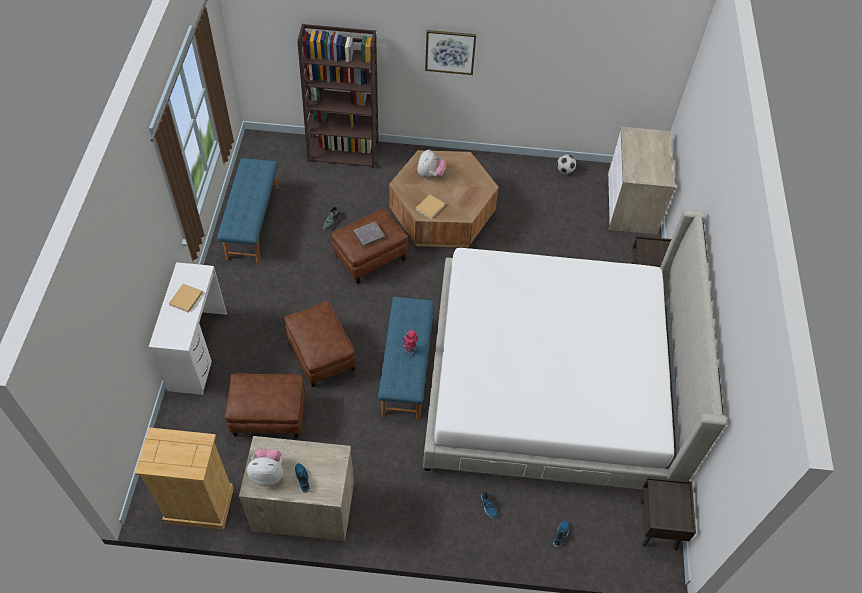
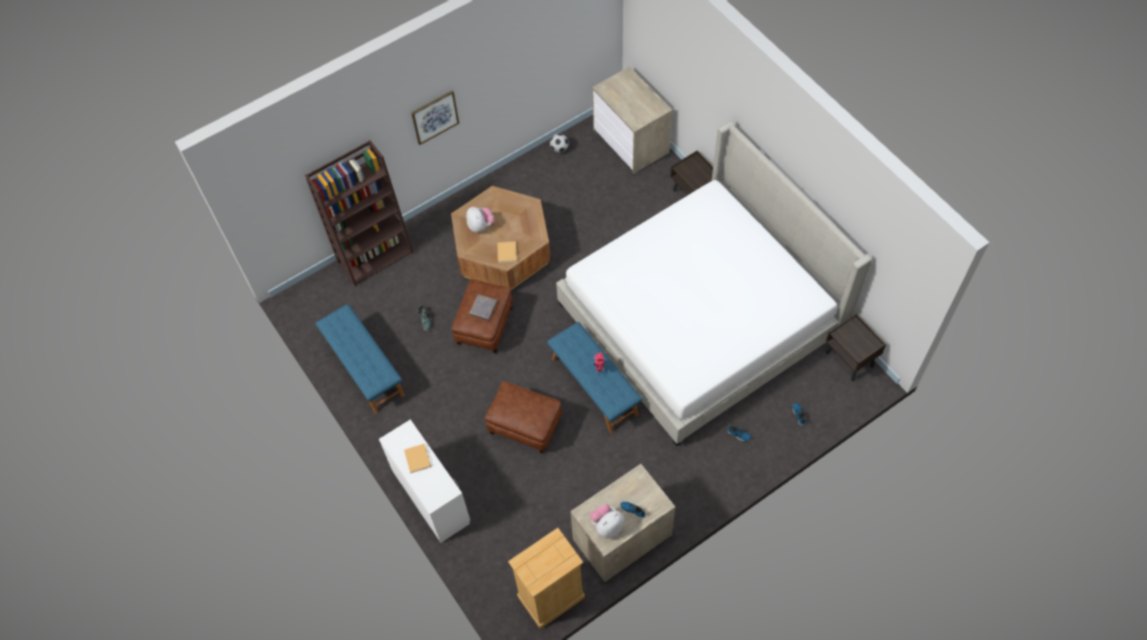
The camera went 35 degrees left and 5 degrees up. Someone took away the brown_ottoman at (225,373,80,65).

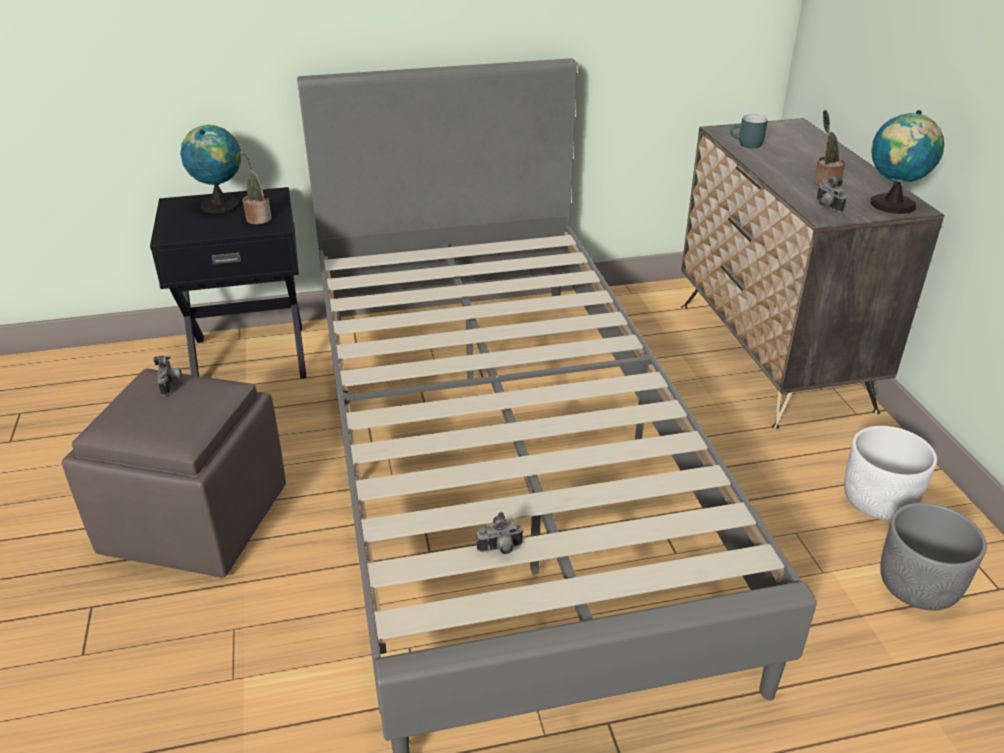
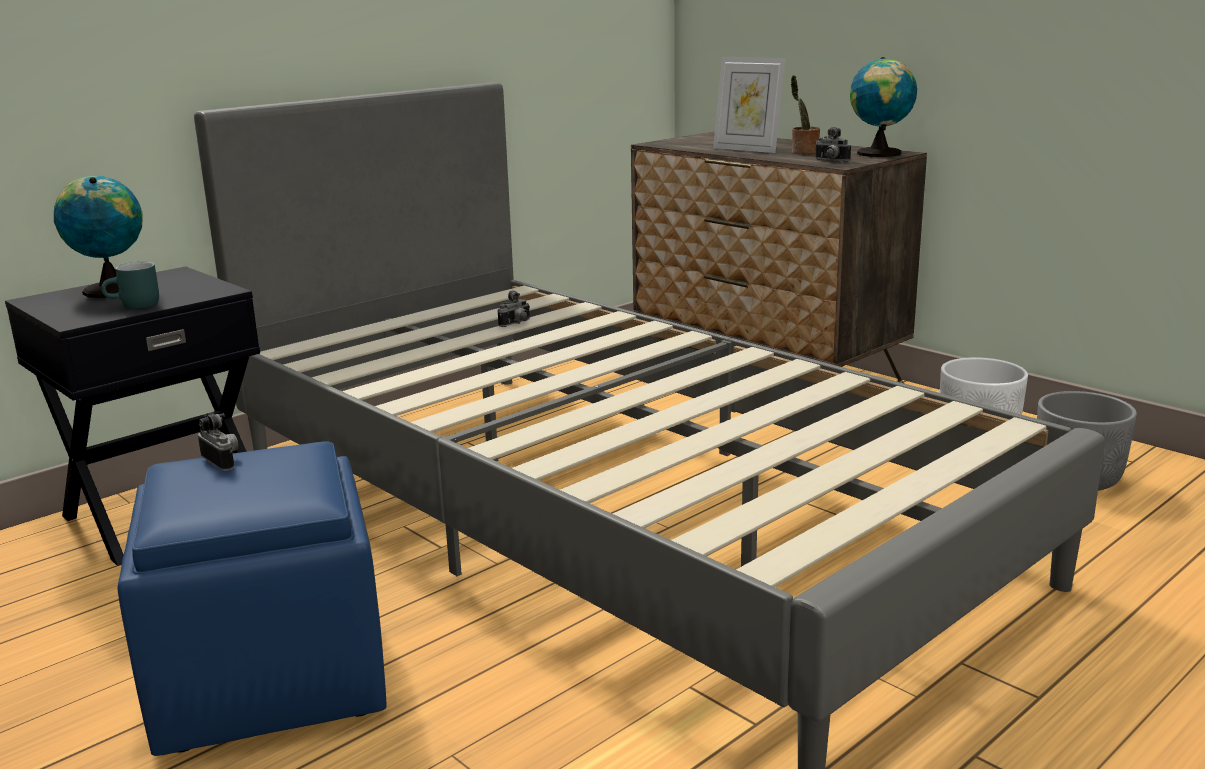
The camera went 30 degrees left and 15 degrees down. Someone carried the turquoise_mug from (730,114,38,34) to (101,262,58,47). Someone repainted the brown_ottoman at (62,368,224,209), which became the blue_ottoman at (118,441,269,315). Someone carried the photo_camera from (476,512,48,42) to (498,290,32,37). Someone put down the picture_frame at (713,57,73,96). Someone took away the potted_plant at (240,148,32,76).

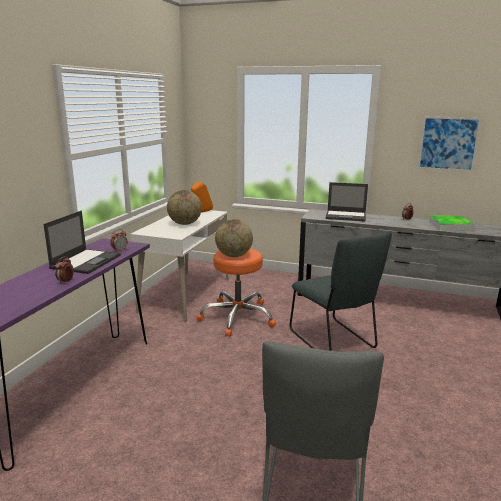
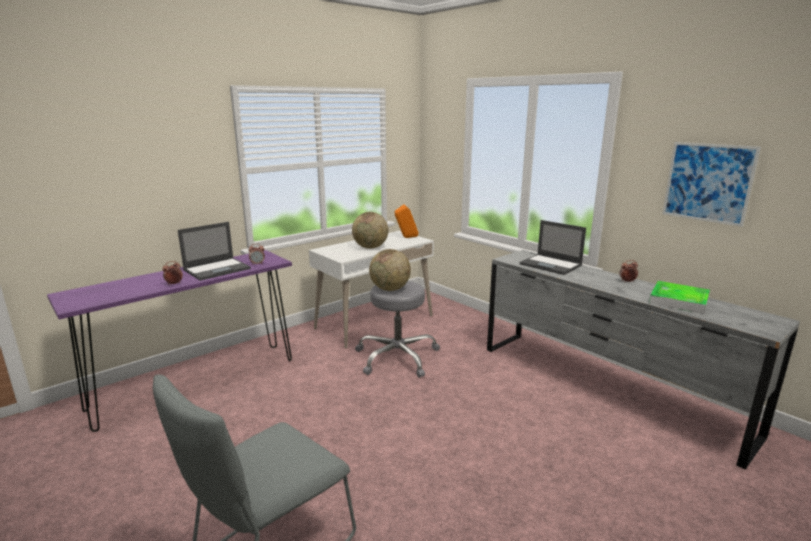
The camera went 30 degrees right and 0 degrees up. Someone repainted the orange_stool at (196,248,80,89), which became the grey_stool at (355,281,85,97). Someone took away the grey_chair at (290,232,102,119).

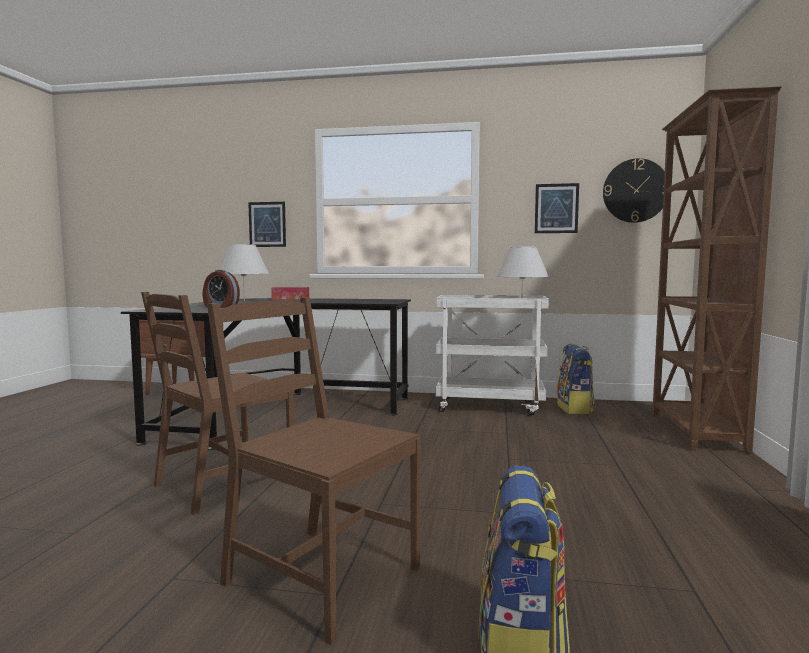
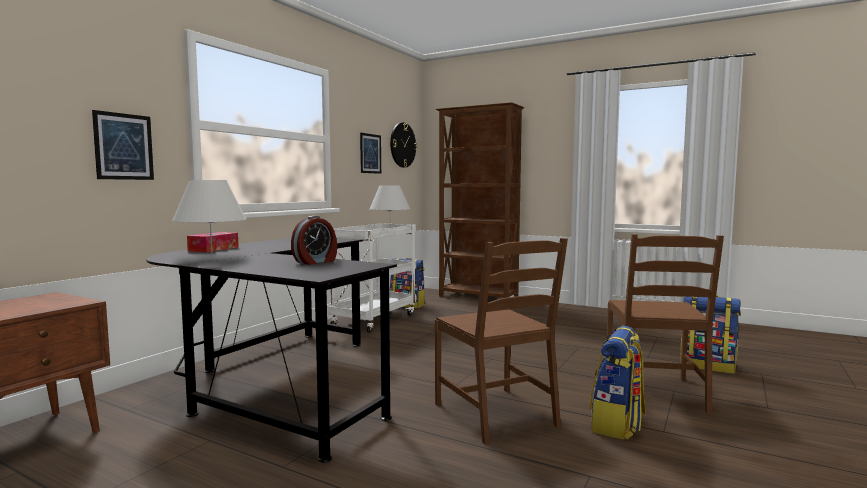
The camera went 70 degrees left and 0 degrees up. Someone put down the backpack at (590,326,56,114). Someone rotated the brown_chair at (207,297,214,348) by 45 degrees counterclockwise.

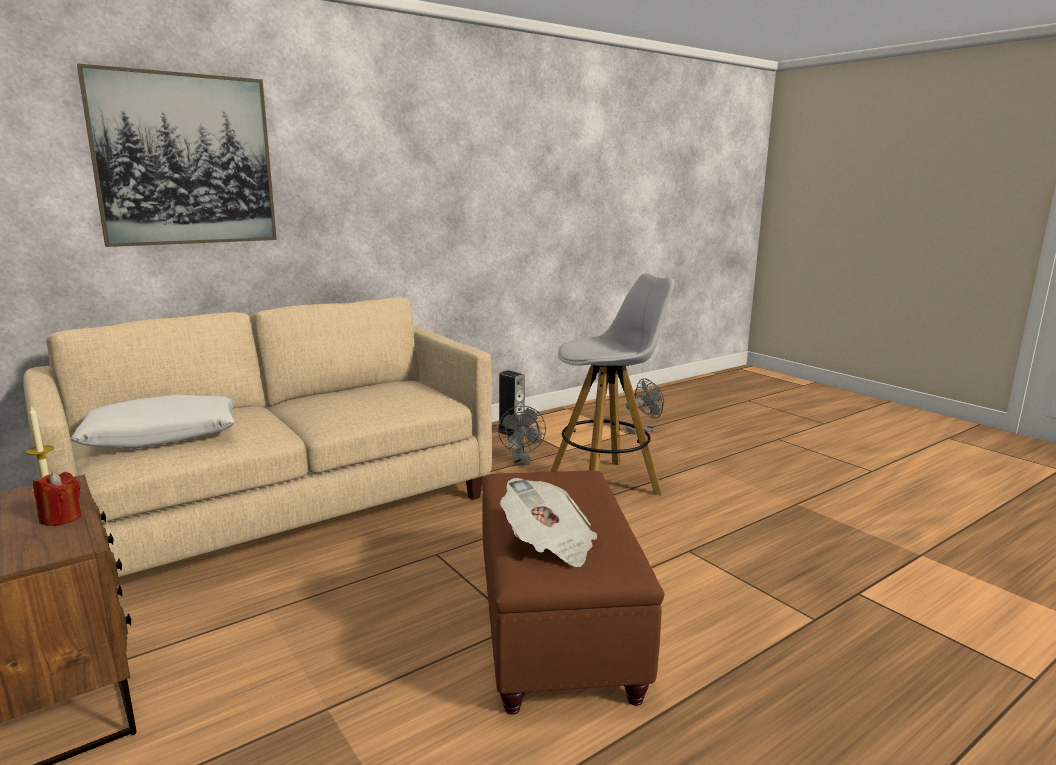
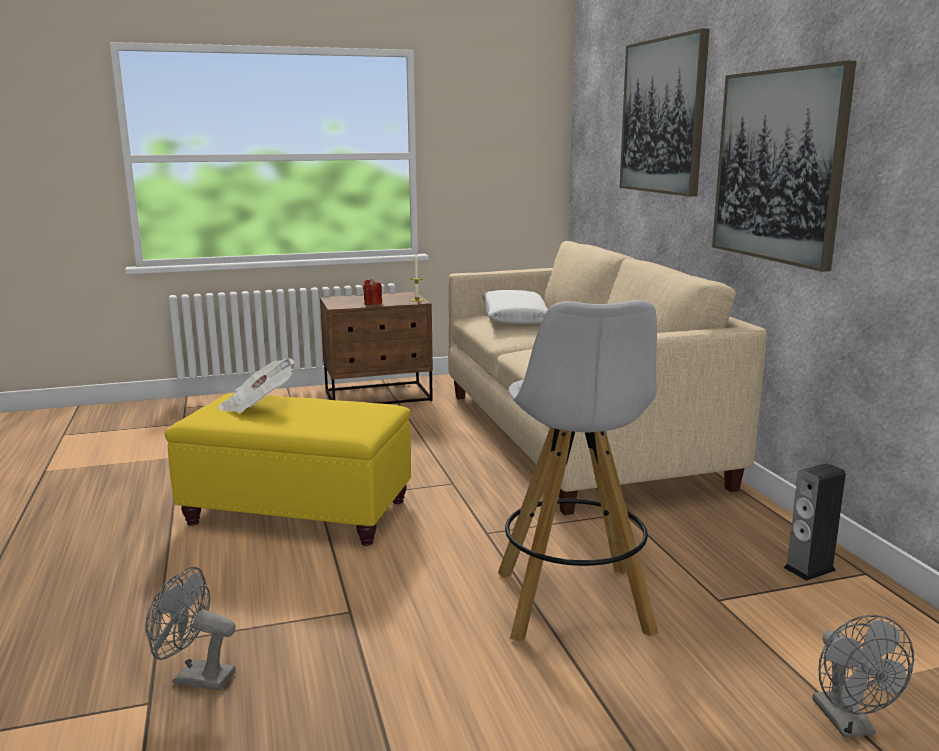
The camera went 110 degrees right and 0 degrees up. Someone carried the grey_fan from (498,406,48,59) to (145,567,91,124). Someone repainted the brown_ottoman at (482,470,182,245), which became the yellow_ottoman at (164,393,247,153). Someone put up the picture at (712,61,144,211).

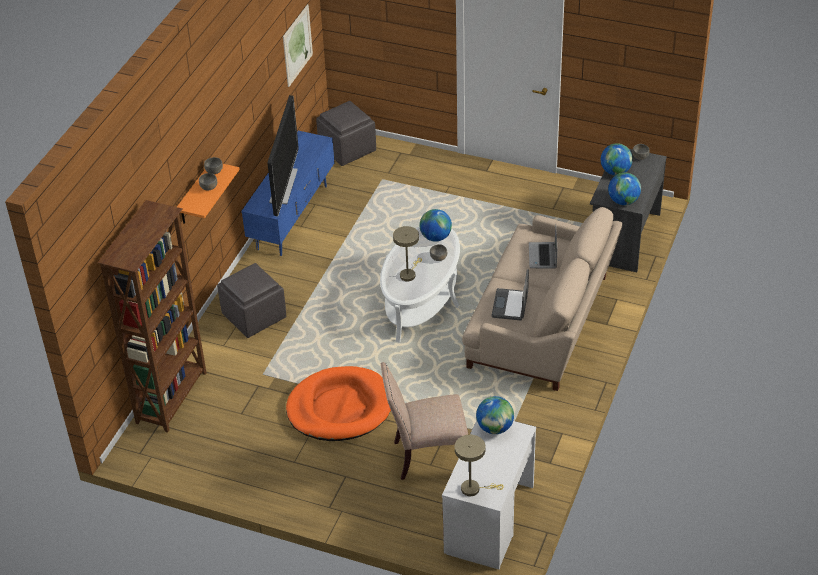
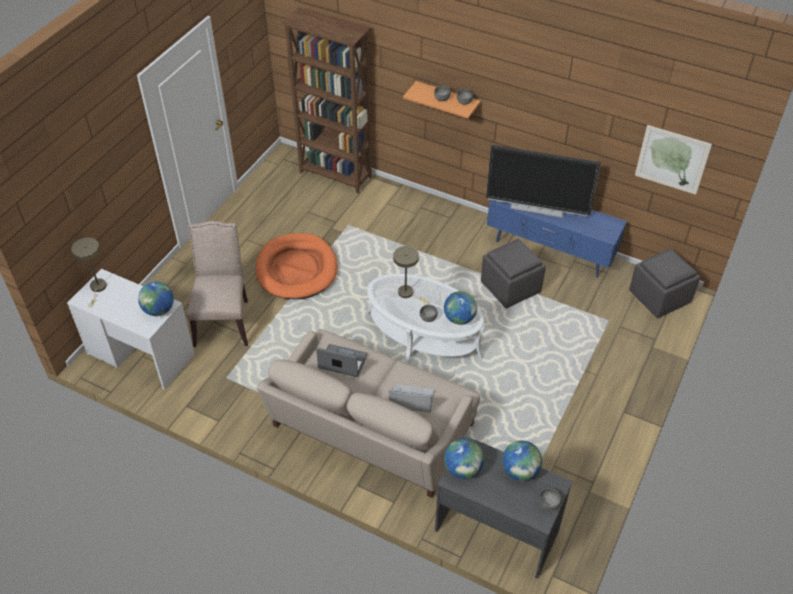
The camera went 95 degrees right and 5 degrees up. Someone carried the grey_ottoman from (217,263,69,75) to (481,239,65,70).

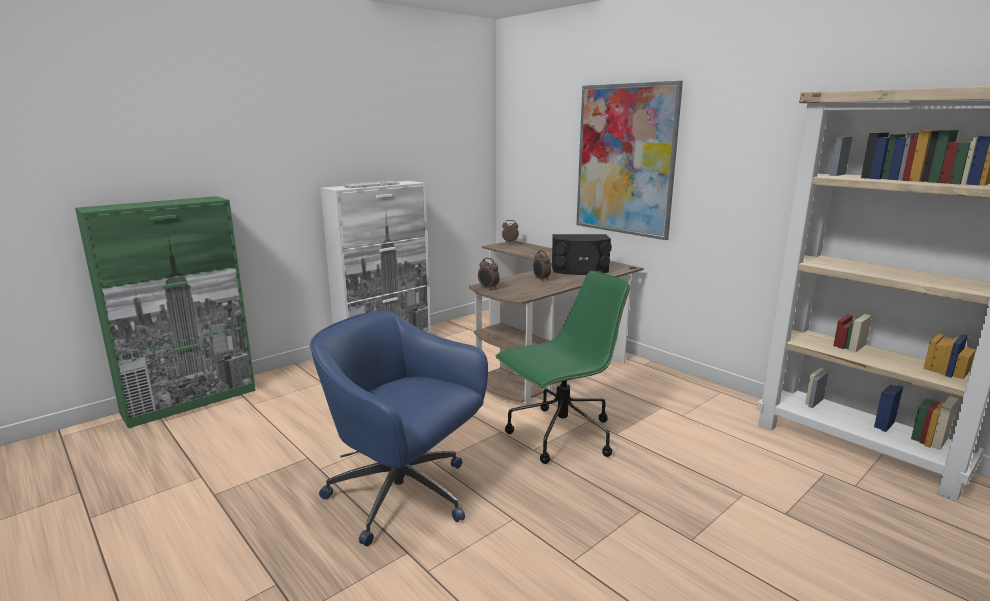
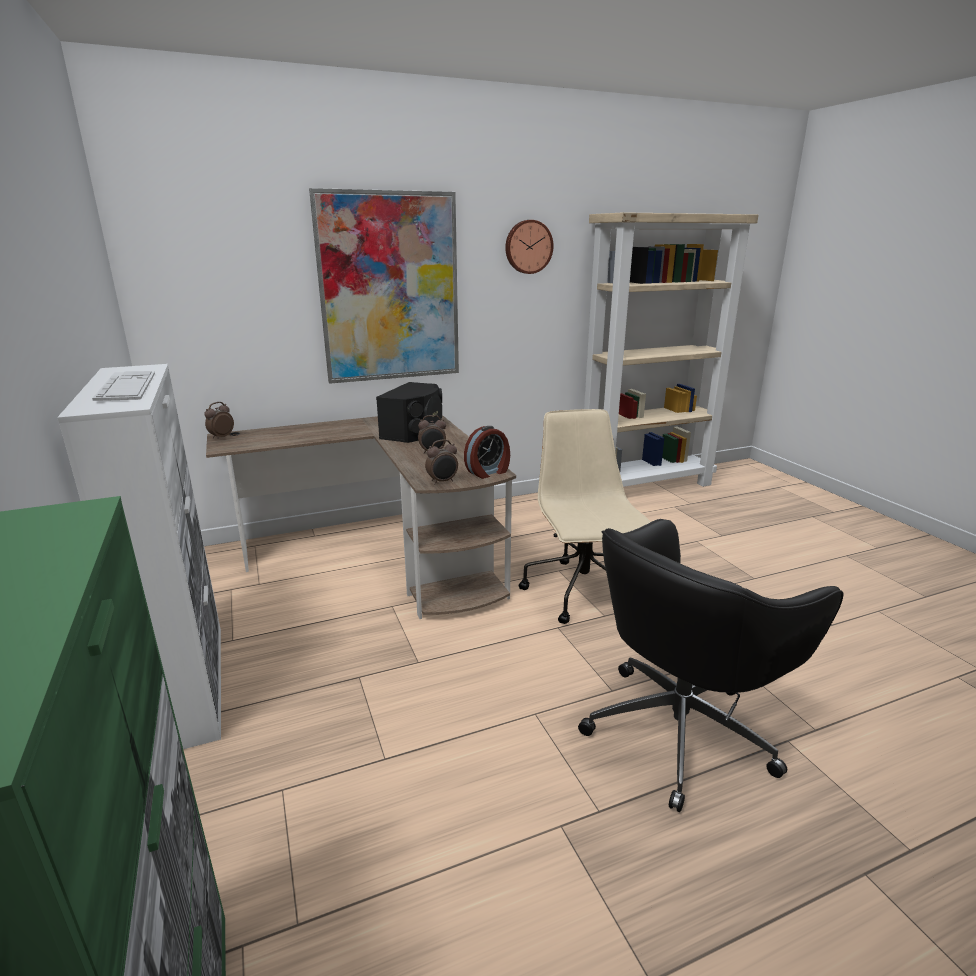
The camera went 70 degrees left and 5 degrees up. Someone put down the alarm_clock at (464,426,46,53). Someone put up the wall_clock at (505,220,49,54). Someone repainted the green_office_chair at (495,270,135,194), which became the beige_office_chair at (518,409,133,215). Someone repainted the blue_office_chair at (310,311,178,235), which became the black_office_chair at (578,519,265,293).

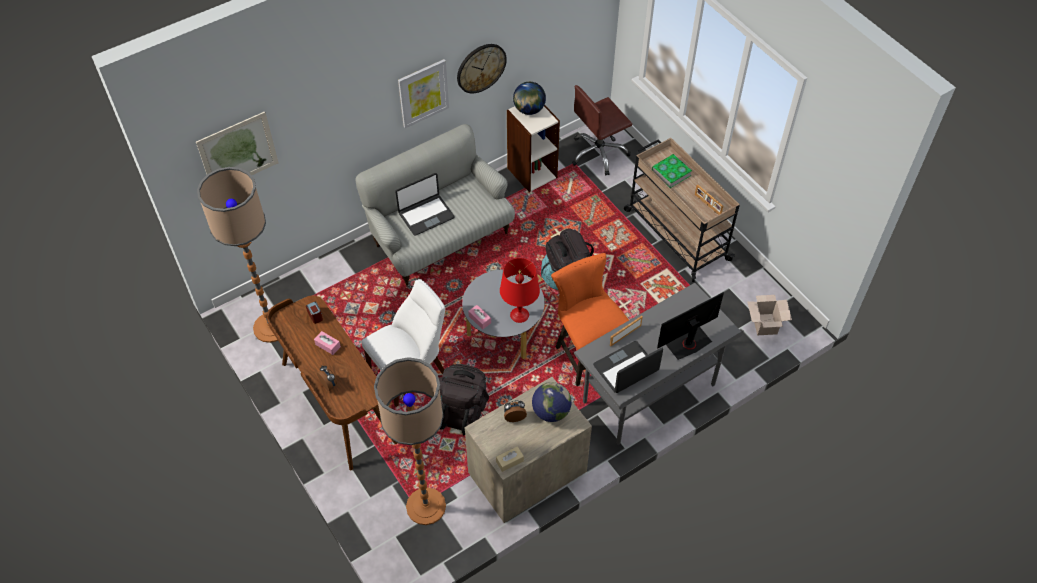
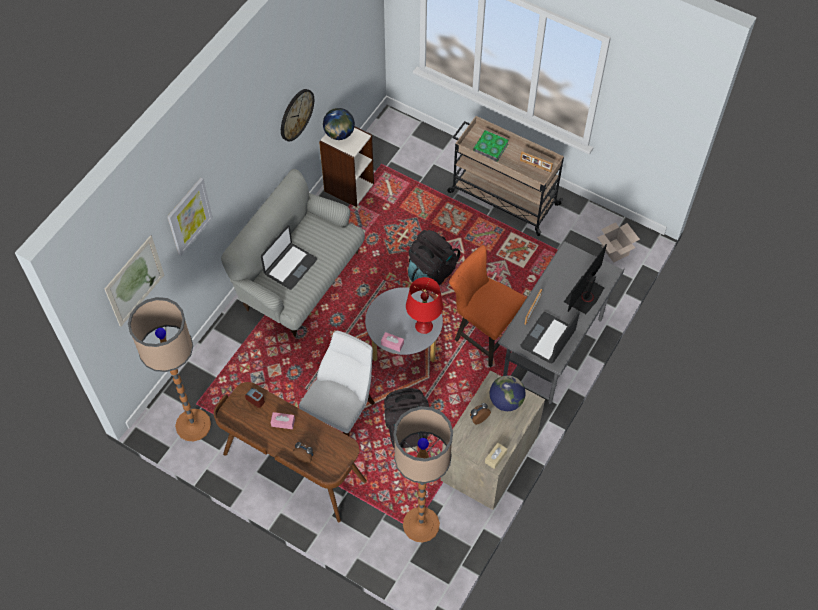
The camera went 25 degrees left and 5 degrees up. Someone carried the picture from (398,59,51,69) to (167,178,46,77). Someone took away the brown_office_chair at (572,85,60,90).

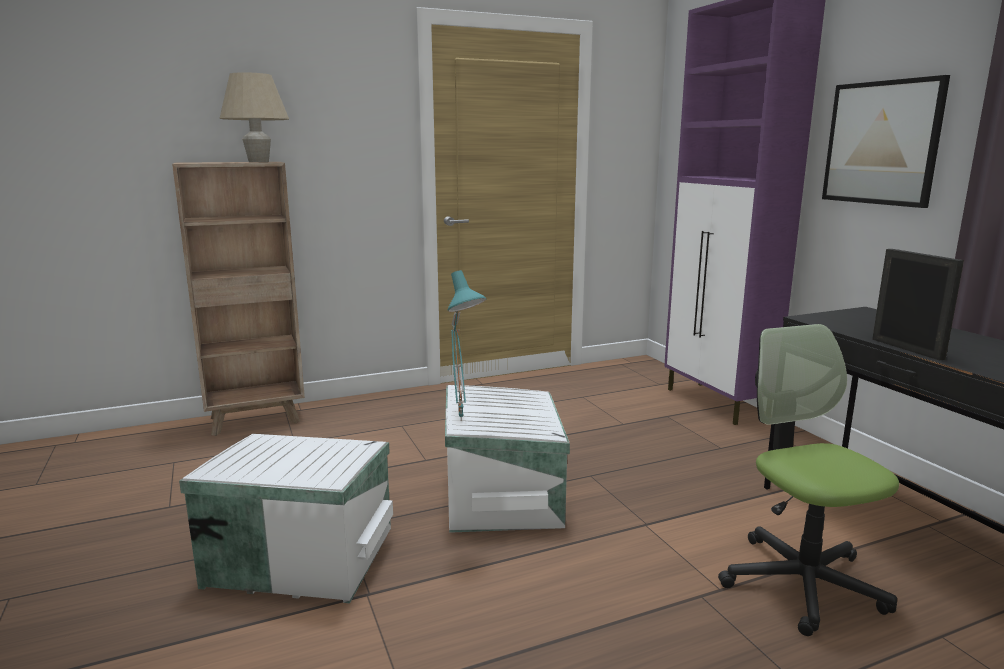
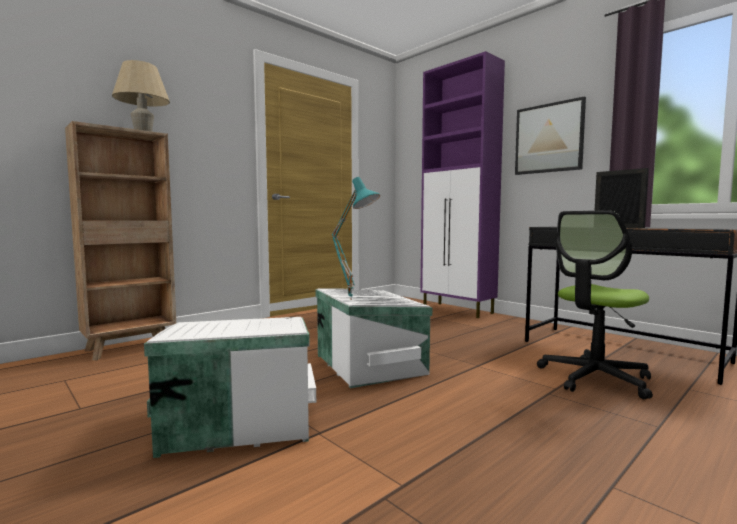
The camera went 20 degrees left and 10 degrees down. Someone rotated the office_chair at (718,324,181,312) by 90 degrees counterclockwise.

